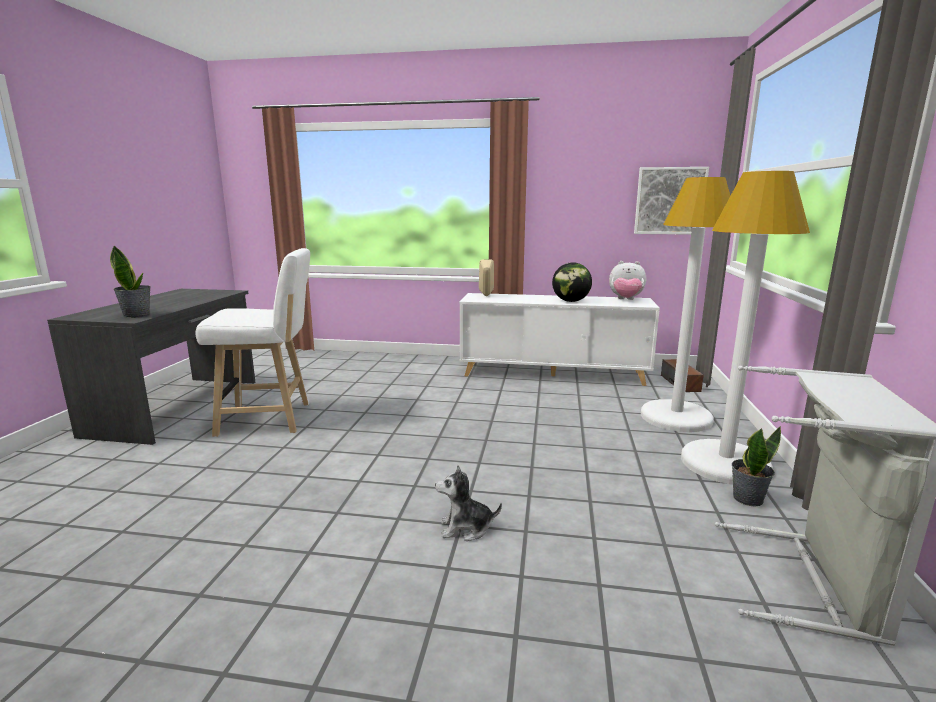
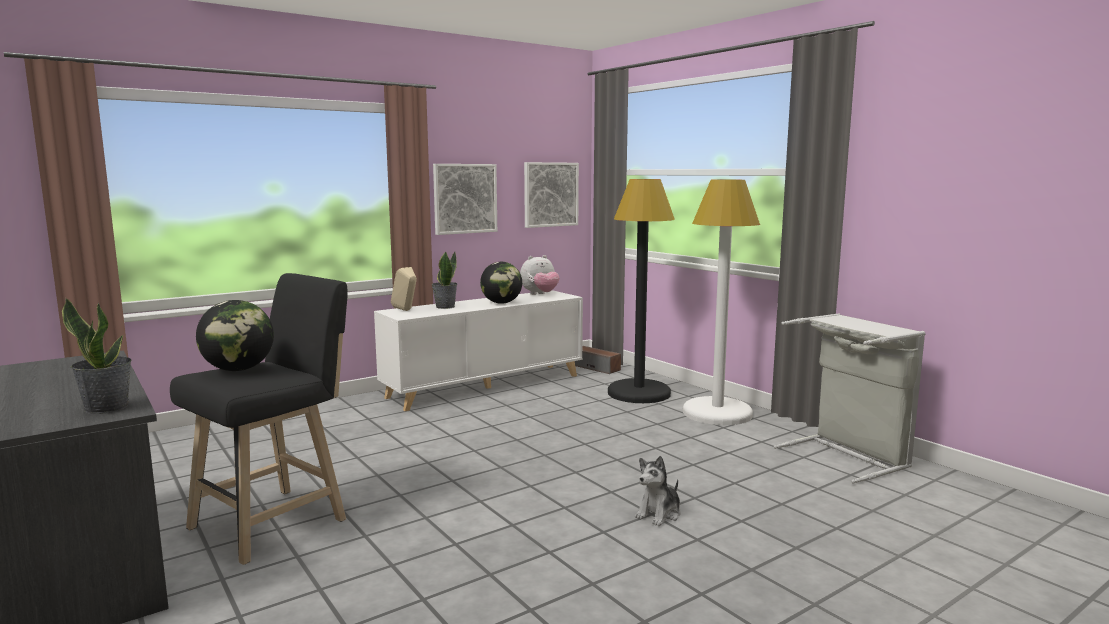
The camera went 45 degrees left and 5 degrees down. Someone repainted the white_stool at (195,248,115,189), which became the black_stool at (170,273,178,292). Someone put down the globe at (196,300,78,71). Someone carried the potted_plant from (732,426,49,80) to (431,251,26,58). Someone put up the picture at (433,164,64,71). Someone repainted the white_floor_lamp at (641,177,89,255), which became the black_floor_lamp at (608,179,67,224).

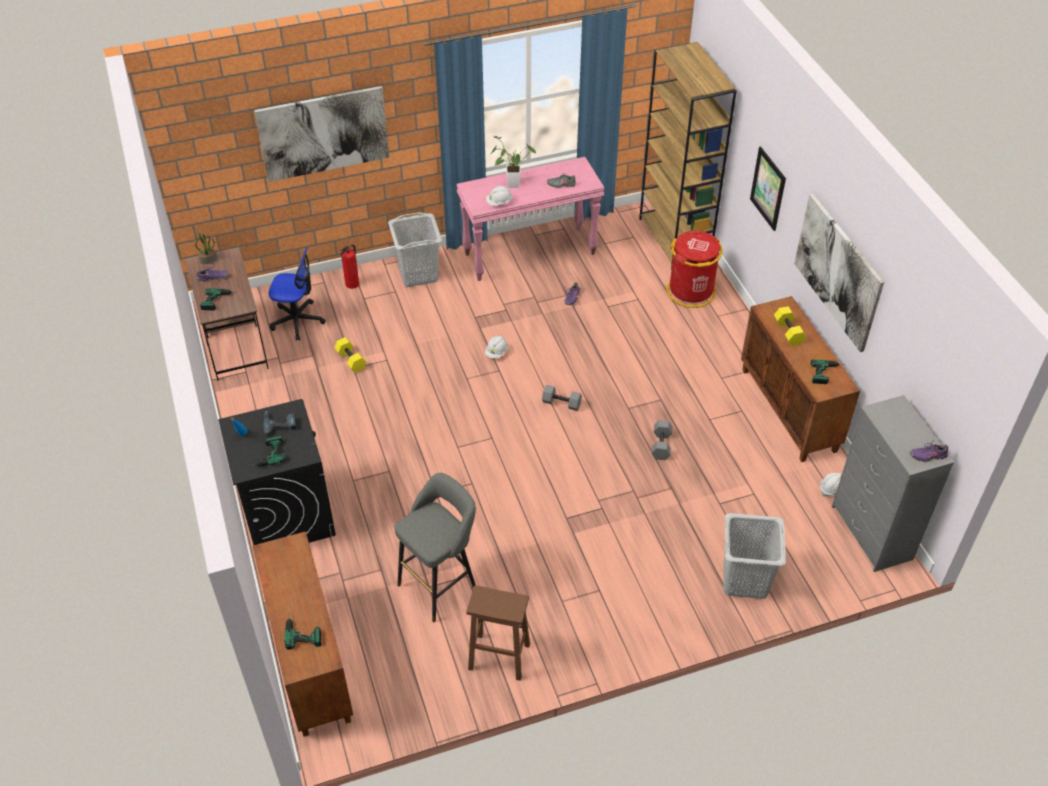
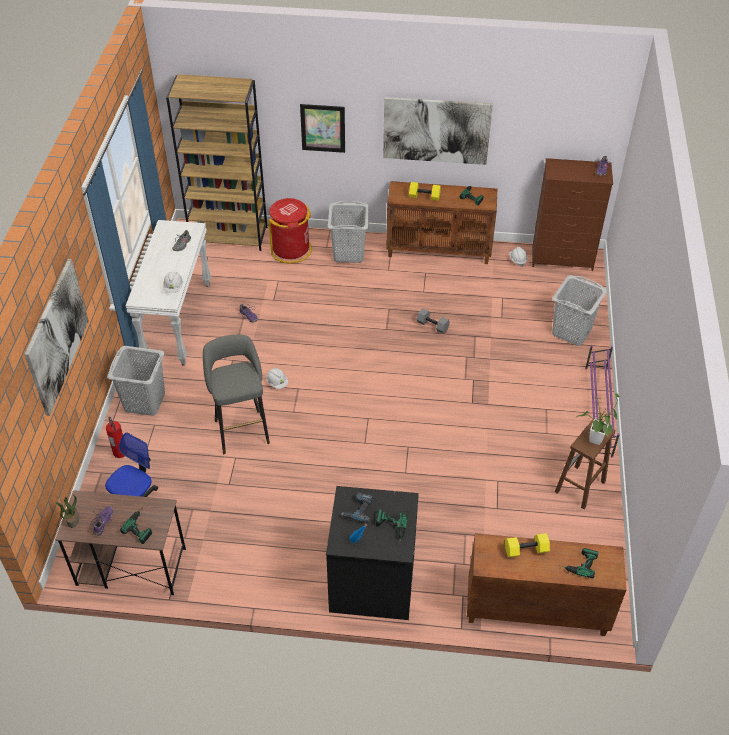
The camera went 65 degrees left and 0 degrees up. Someone repainted the pink_console_table at (456,157,148,124), which became the white_console_table at (126,220,85,146). Someone carried the grey_stool from (395,473,81,149) to (203,335,67,119). Someone put down the grey_laundry_basket at (328,201,41,62). Someone carried the yellow_dumbbell from (334,337,32,36) to (505,533,45,25). Someone repainted the grey_dresser at (832,395,123,177), which became the brown_dresser at (532,158,81,113). Someone carried the potted_plant from (490,136,46,52) to (576,393,44,52). Someone put down the purple_shoe_rack at (585,345,35,112). Someone took away the grey_dumbbell at (542,385,40,26).

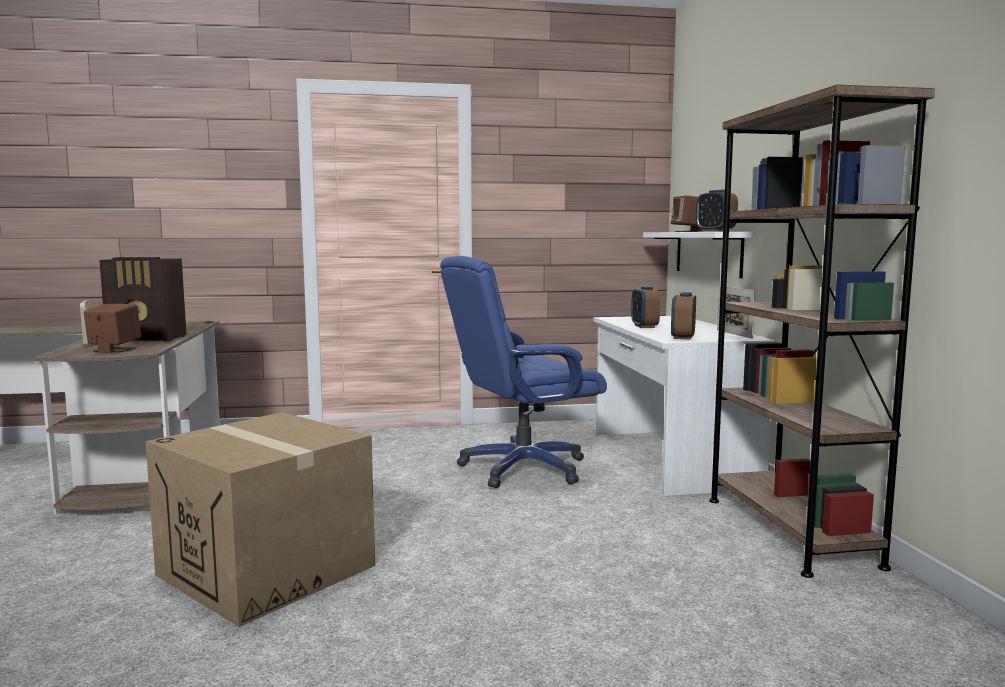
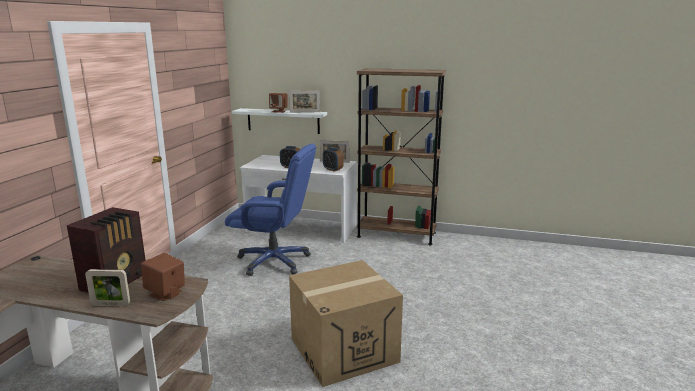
The camera went 65 degrees left and 10 degrees up. Someone rotated the blue_office_chair at (440,256,167,232) by 75 degrees counterclockwise. Someone swapped the alarm_clock at (696,190,42,42) for the picture_frame at (289,90,31,23).

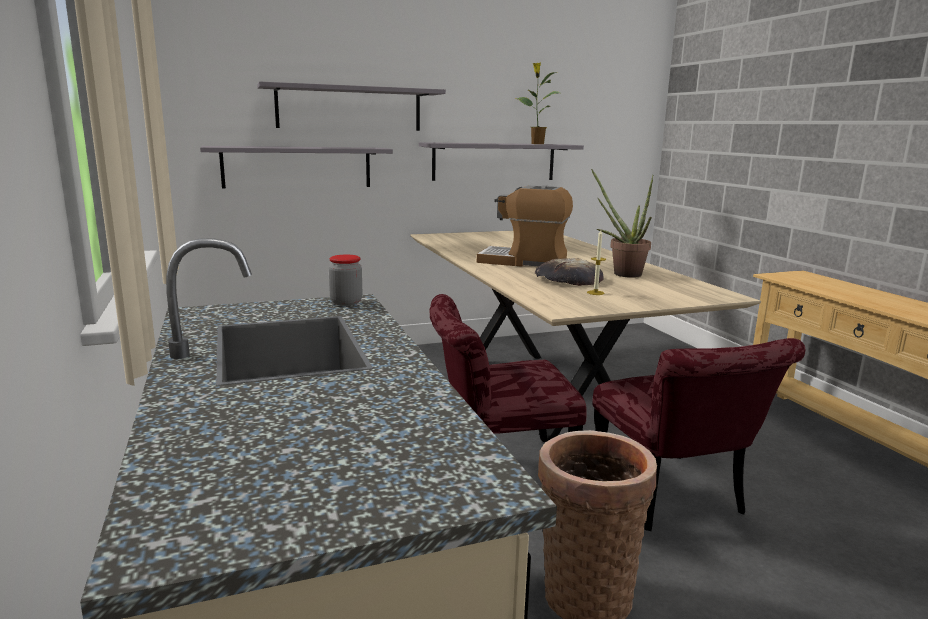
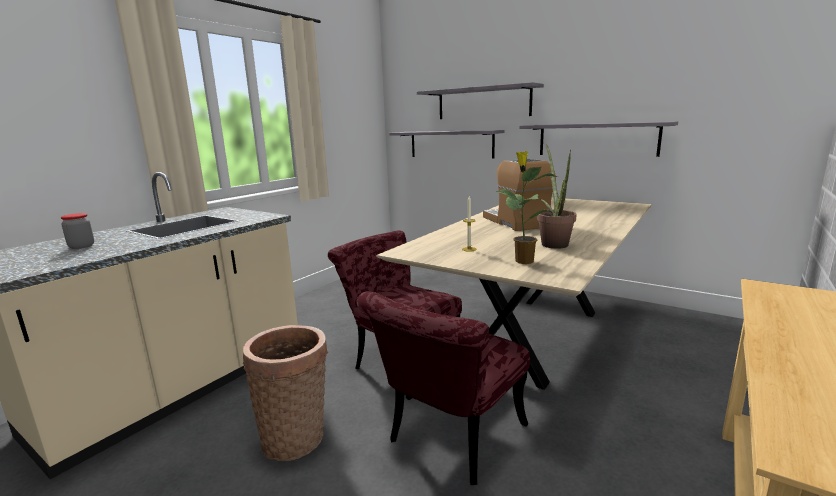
The camera went 55 degrees right and 0 degrees up. Someone carried the jar from (329,255,33,51) to (61,213,33,36). Someone carried the potted_plant from (515,62,44,82) to (496,151,62,113). Someone took away the bread at (535,258,69,28).

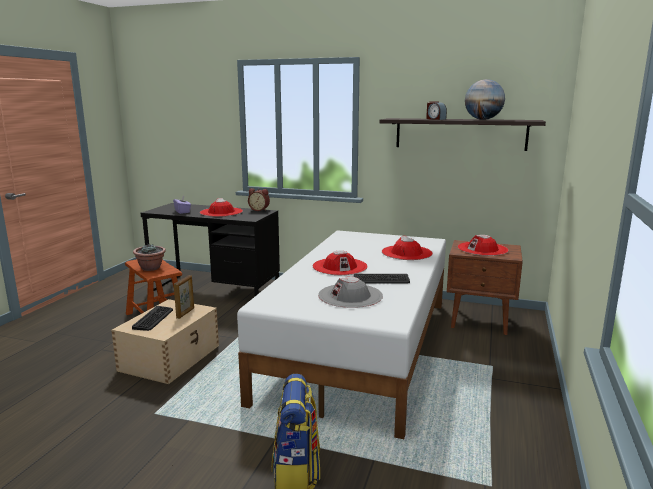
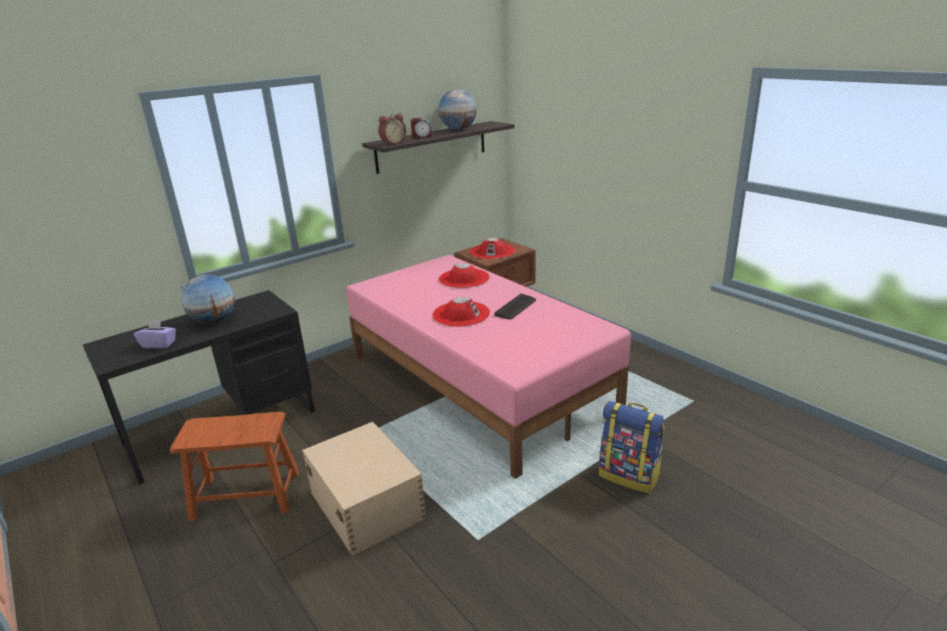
The camera went 55 degrees left and 10 degrees up. Someone swapped the red_hat at (200,198,43,19) for the globe at (181,275,54,49). Someone repainted the white_bed at (237,230,209,209), which became the pink_bed at (346,255,285,224). Someone carried the alarm_clock from (248,188,22,23) to (378,113,28,32). Someone took away the keyboard at (132,306,41,25). Someone took away the potted_plant at (133,244,33,27). Someone took away the picture_frame at (174,275,20,44). Someone took away the grey_hat at (318,277,65,31).

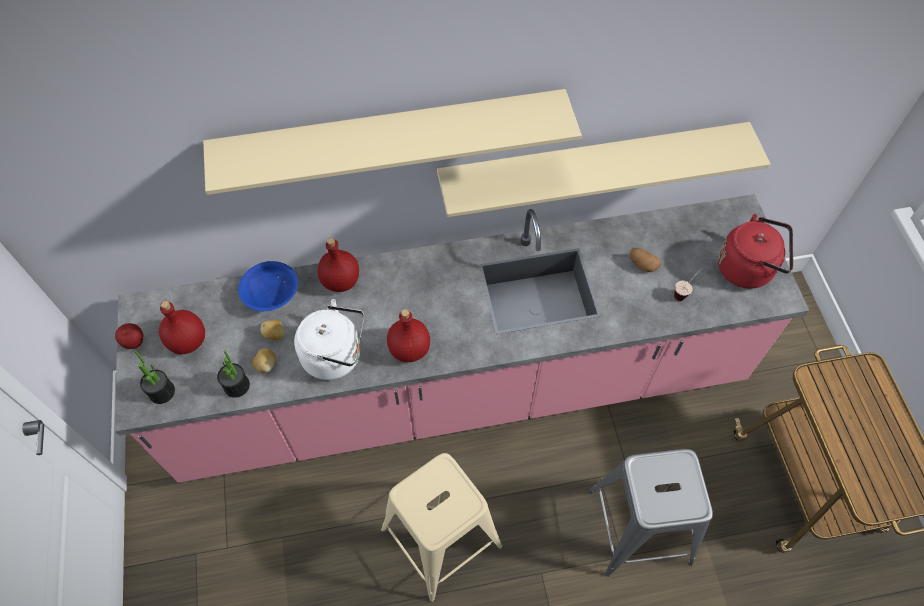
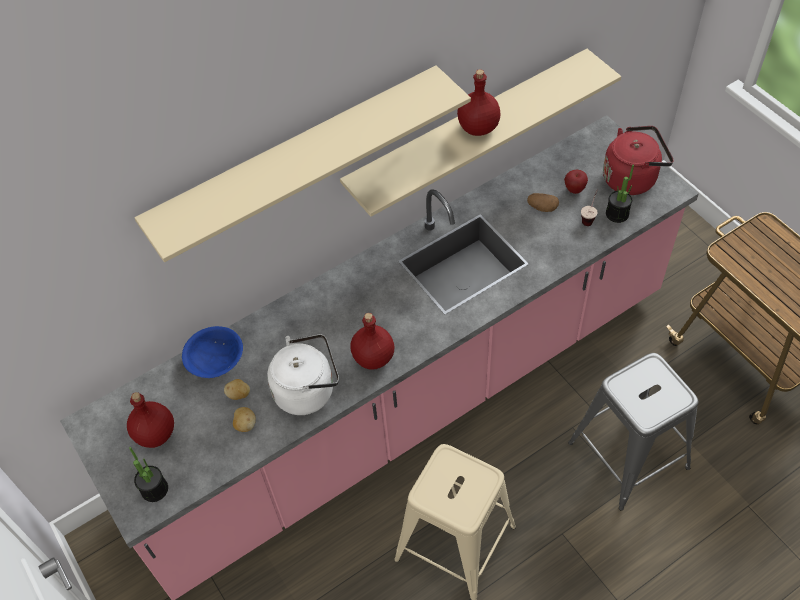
The camera went 20 degrees left and 5 degrees down. Someone carried the red_bottle from (318,238,41,54) to (457,69,44,67). Someone carried the apple from (115,323,29,26) to (564,169,24,25). Someone carried the potted_plant from (217,350,33,48) to (606,165,28,58).

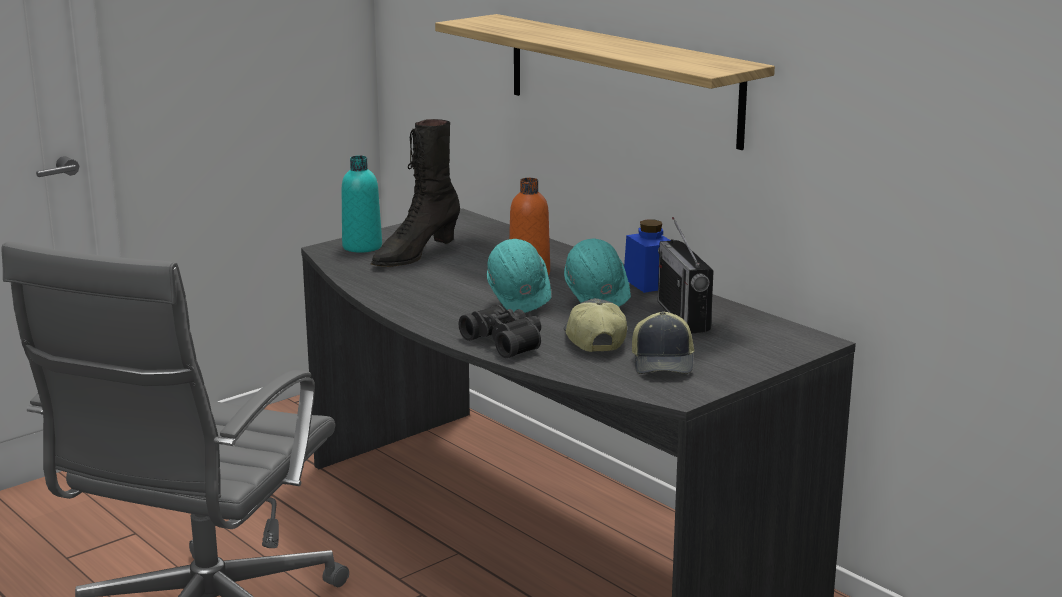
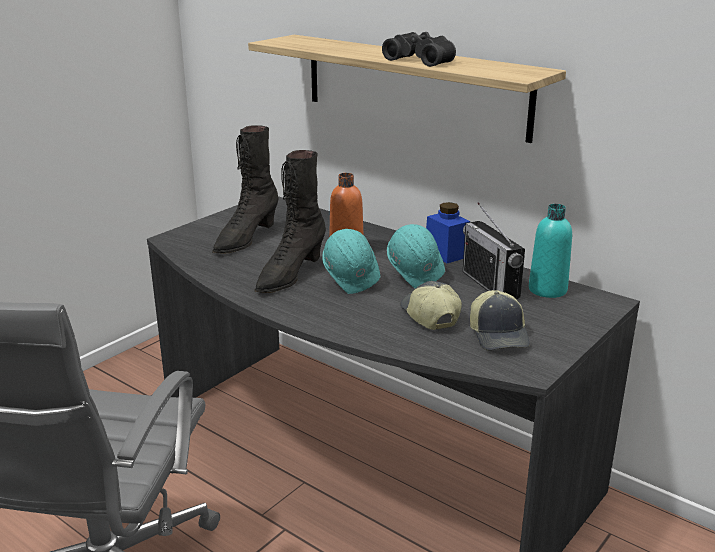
The camera went 10 degrees left and 5 degrees up. Someone put down the black_boot at (254,150,72,143). Someone carried the black_binoculars from (459,305,82,53) to (382,32,74,35). Someone carried the turquoise_bottle from (342,156,40,97) to (529,204,43,94).

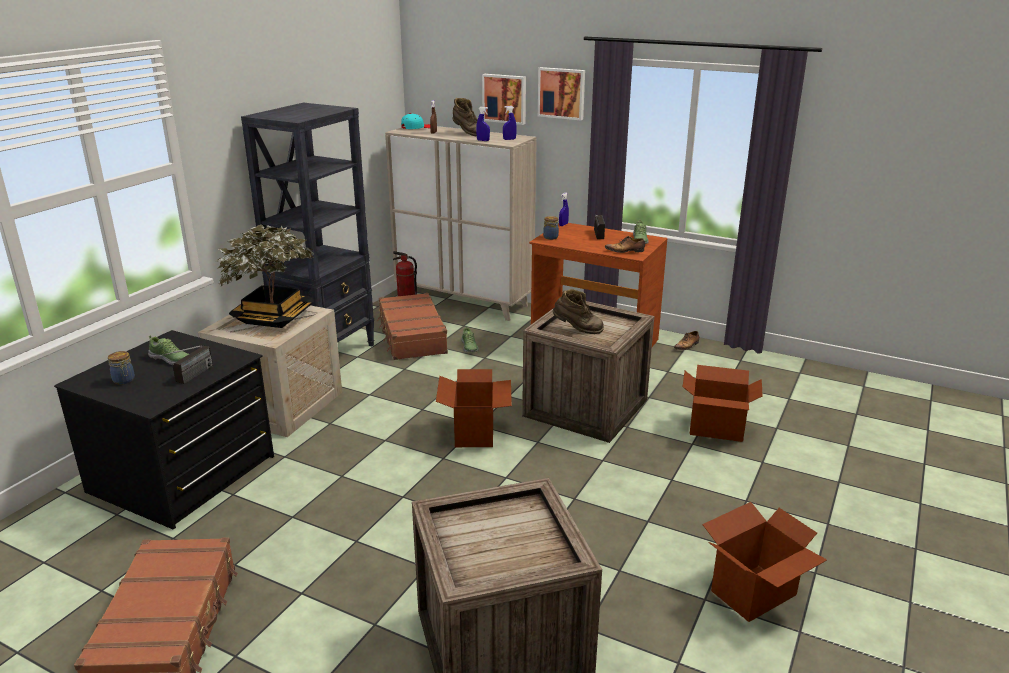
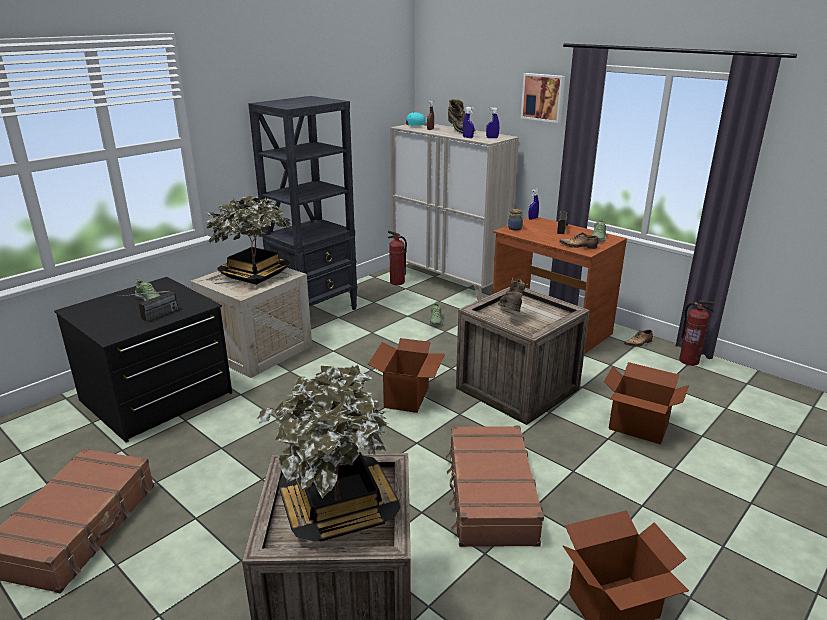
The camera went 15 degrees right and 0 degrees up. Someone put down the potted_plant at (256,365,145,176). Someone carried the brown_suitcase from (377,293,71,67) to (446,425,98,122). Someone rotated the brown_boot at (553,289,51,45) by 120 degrees counterclockwise. Someone put down the fire_extinguisher at (679,300,36,66). Someone took away the jar at (108,351,27,34). Someone took away the picture at (482,74,44,51).

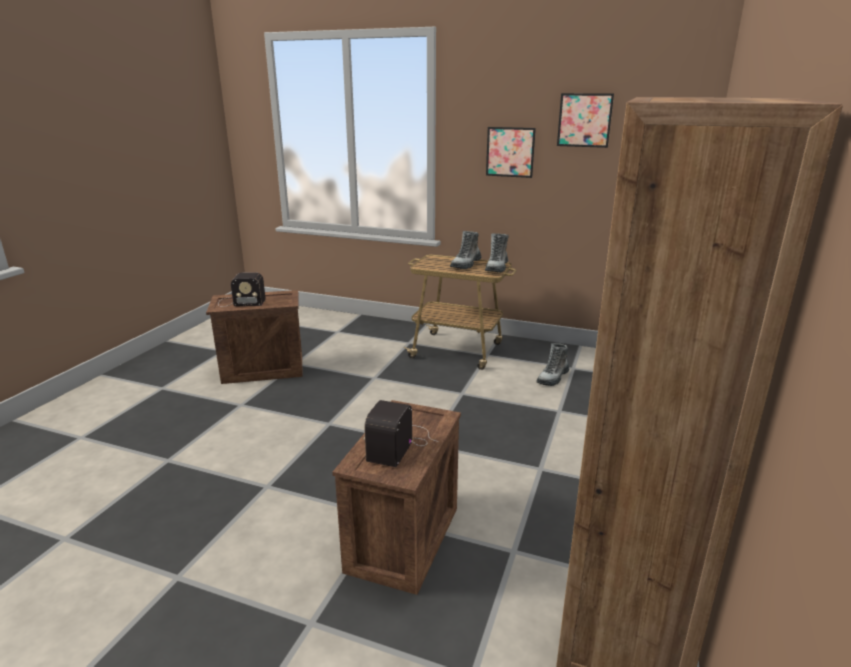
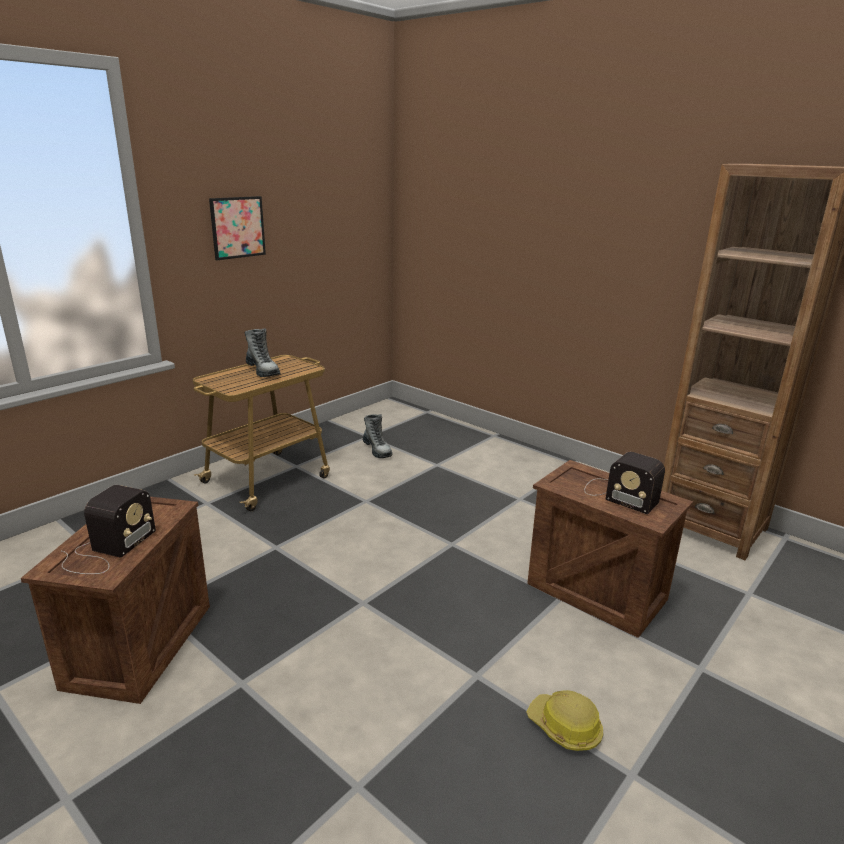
The camera went 70 degrees left and 0 degrees up. Someone put down the hard_hat at (526,690,77,61). Someone took away the boot at (485,233,24,39). Someone took away the picture at (557,93,57,55).

